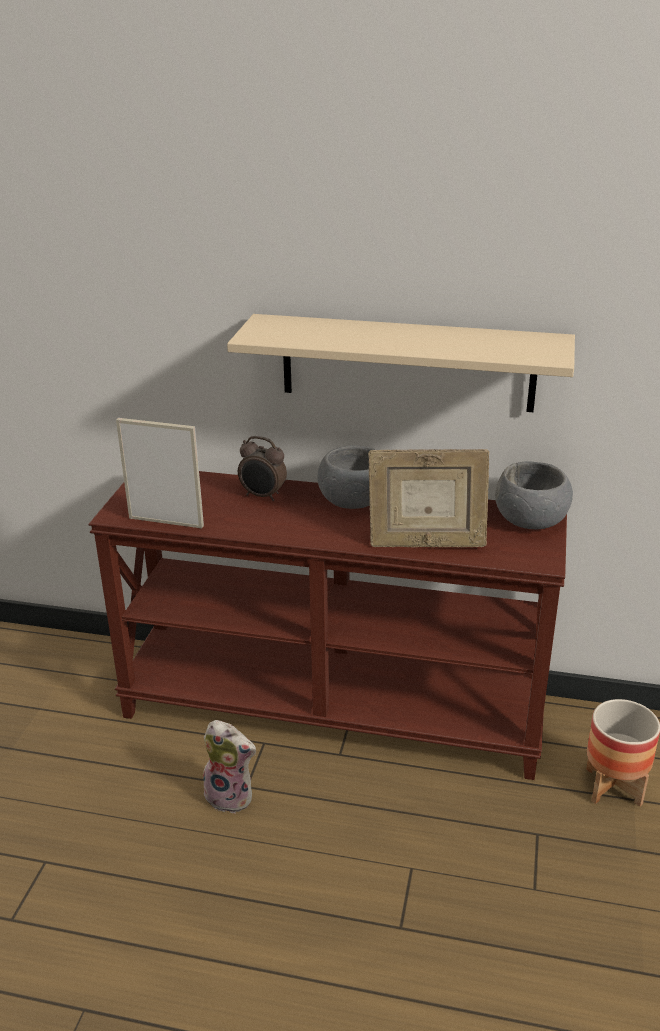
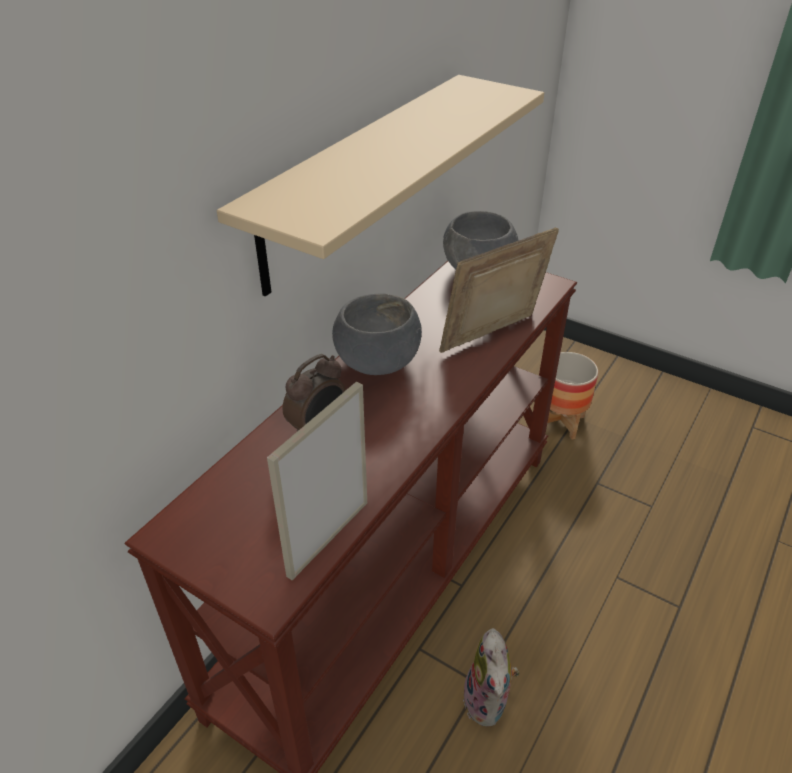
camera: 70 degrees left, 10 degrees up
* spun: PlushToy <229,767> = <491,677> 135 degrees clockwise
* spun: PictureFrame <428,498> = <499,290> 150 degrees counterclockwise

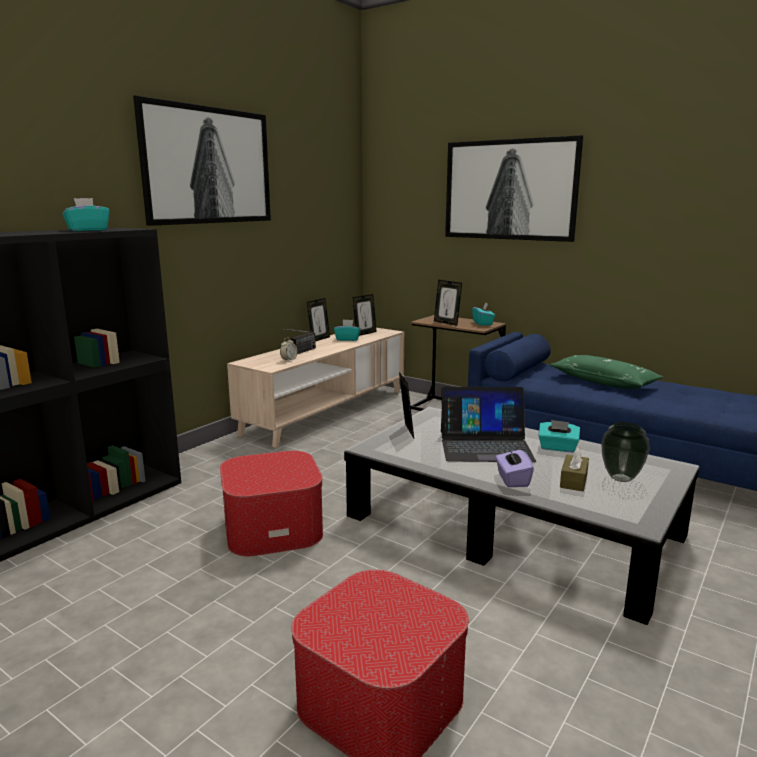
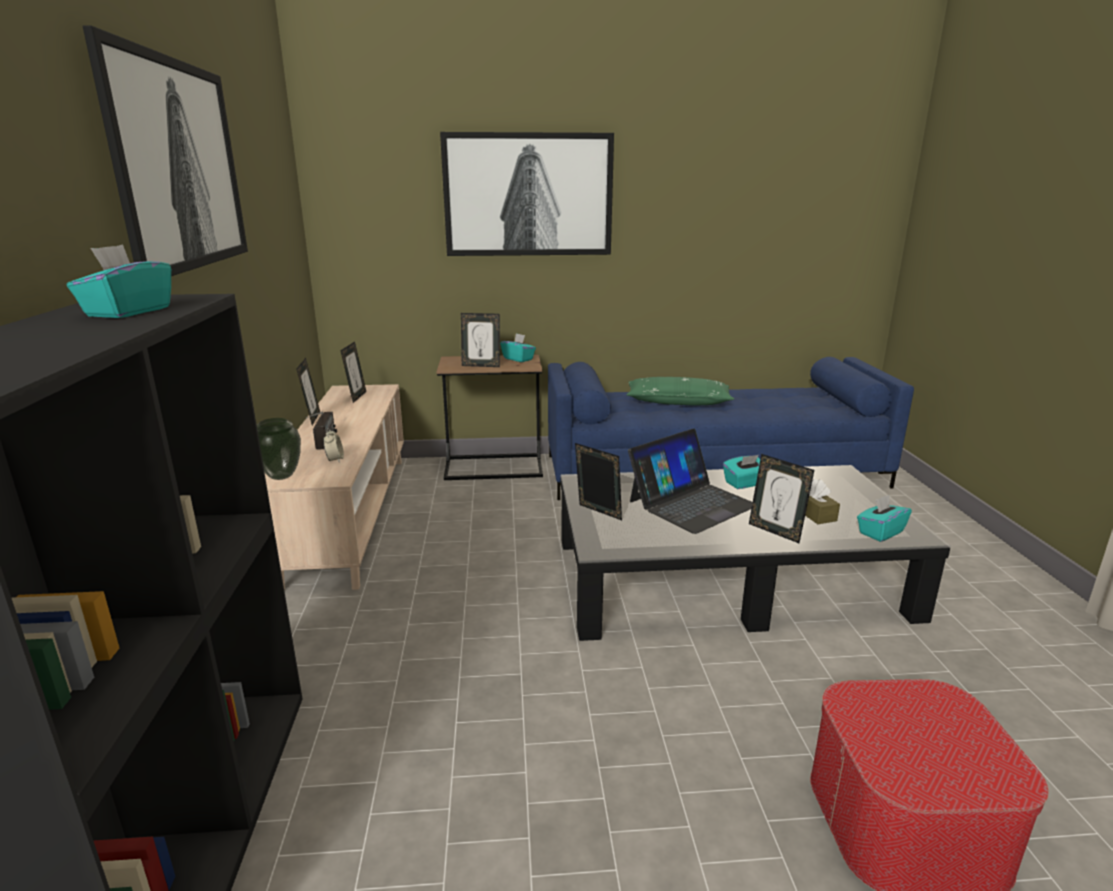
camera: 40 degrees left, 5 degrees up
* missing: Ottoman <271,503>
* relocated: TurquoiseTissueBox <347,330> to <884,518>
* relocated: Vase <625,452> to <279,449>
* exchanged: PurpleTissueBox <515,467> to PictureFrame <781,498>

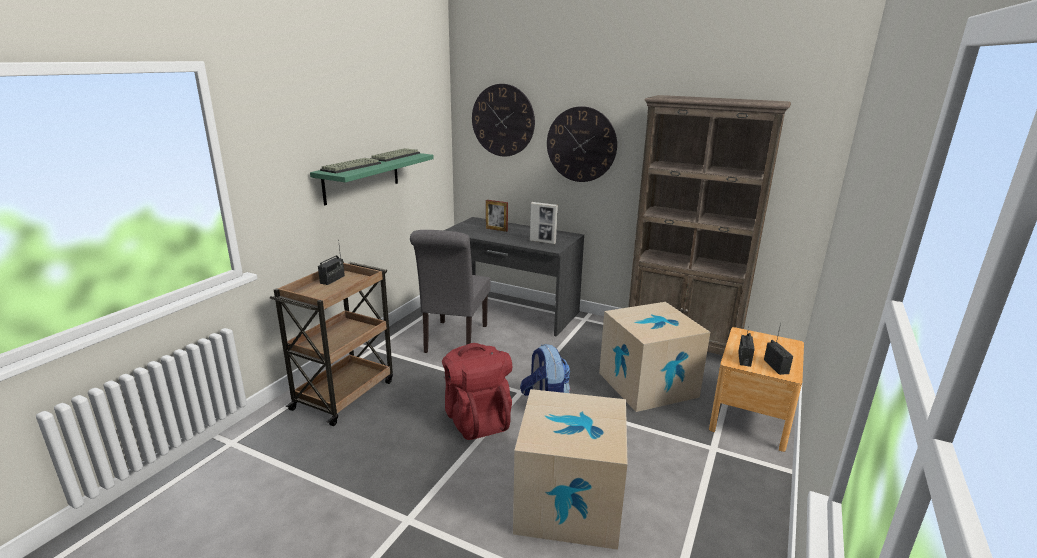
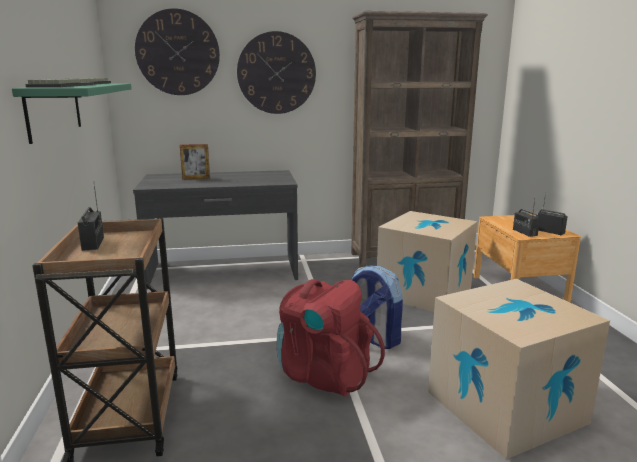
camera: 35 degrees left, 5 degrees down
* missing: GreyChair <450,291>
* missing: PictureFrame <544,223>

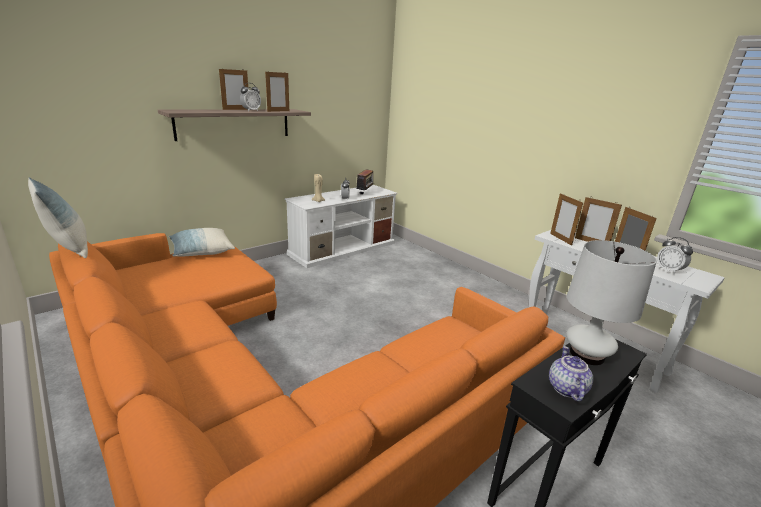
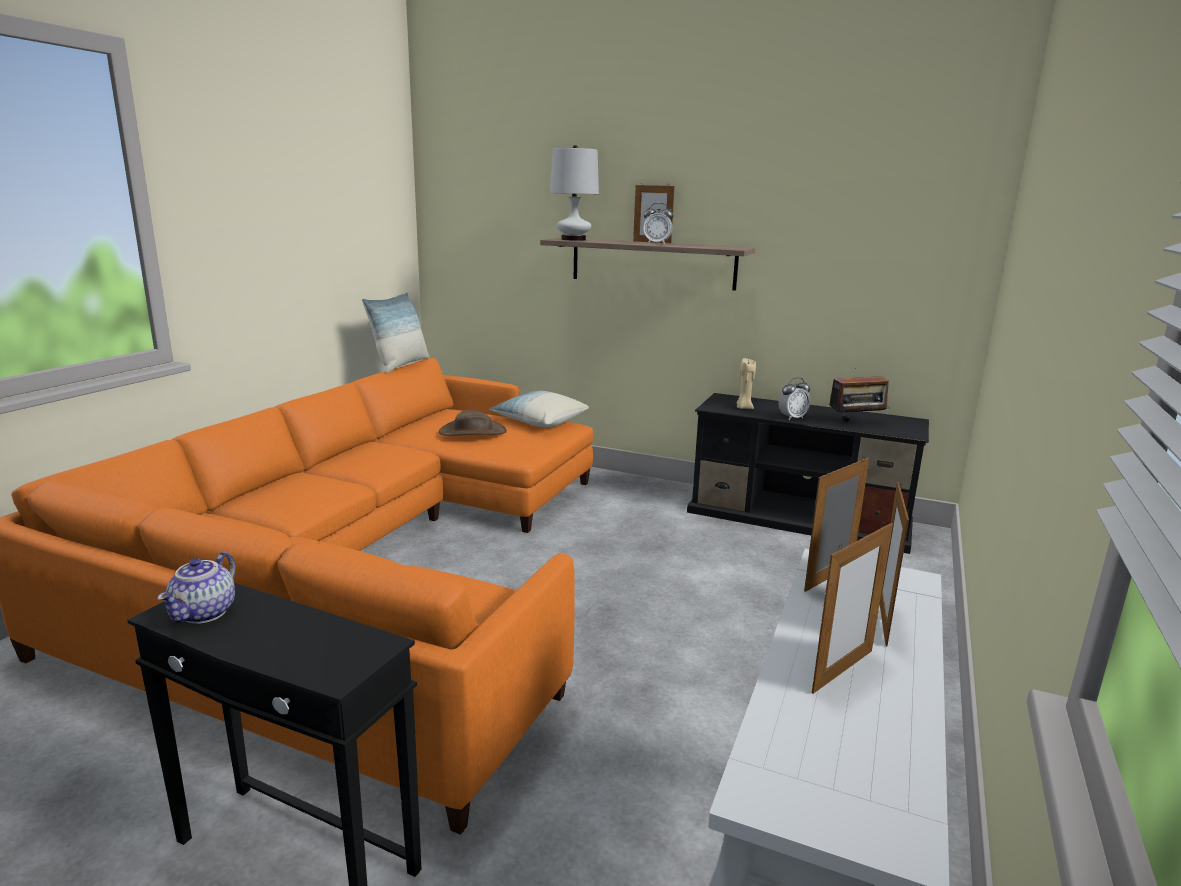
camera: 65 degrees right, 5 degrees down
* missing: PictureFrame <277,91>
* missing: AlarmClock <675,256>
* appeared: BrownHat <473,423>
* relocated: WhiteTableLamp <611,302> to <574,193>
* colour: WhiteTvStand <341,226> to BlackTvStand <808,473>
* spun: Teapot <571,374> = <196,588> 120 degrees clockwise

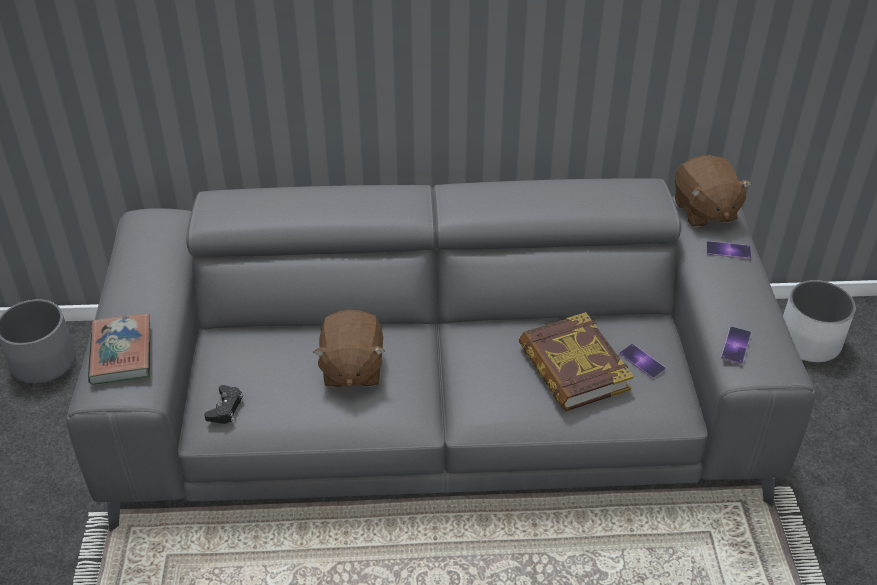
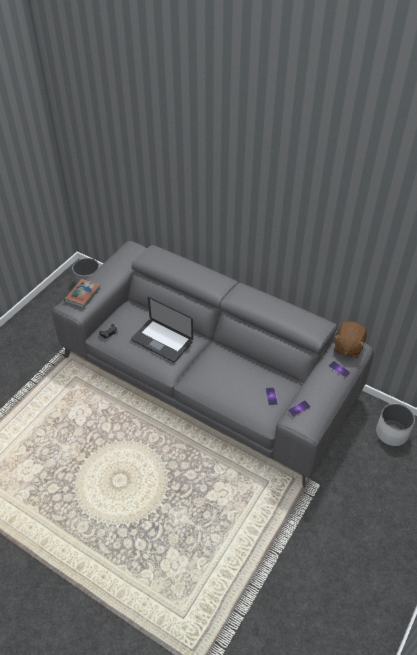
camera: 35 degrees right, 5 degrees up
* missing: Book <576,361>
* exchanged: BrownPlushToy <349,349> to Laptop <162,329>

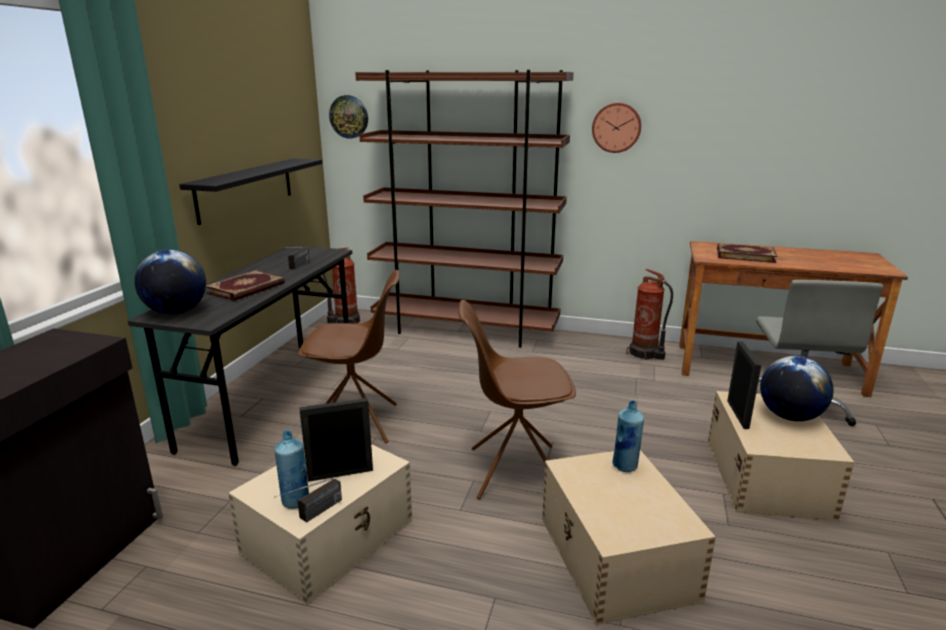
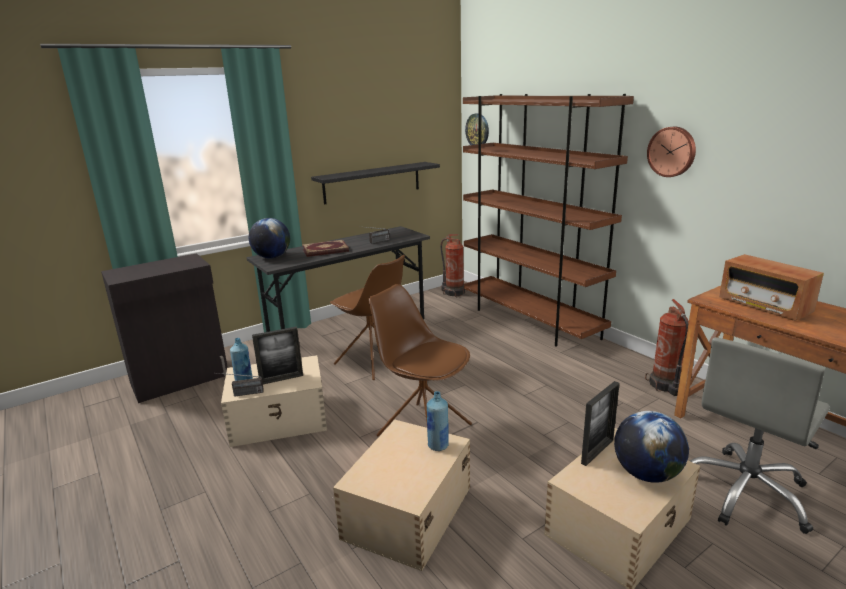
camera: 40 degrees right, 0 degrees up
* exchanged: Book <747,253> to Radio <771,287>
* spun: PictureFrame <336,440> = <277,355> 135 degrees clockwise

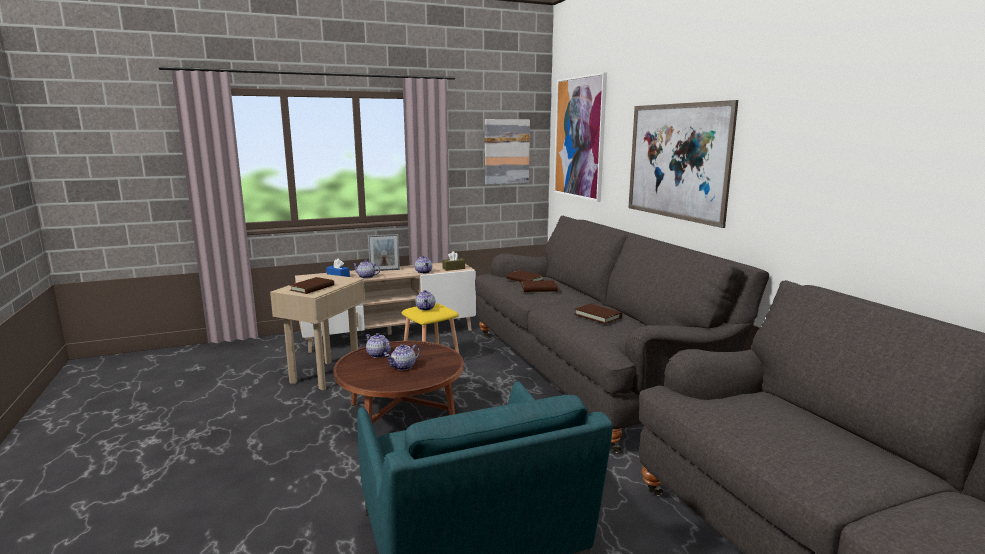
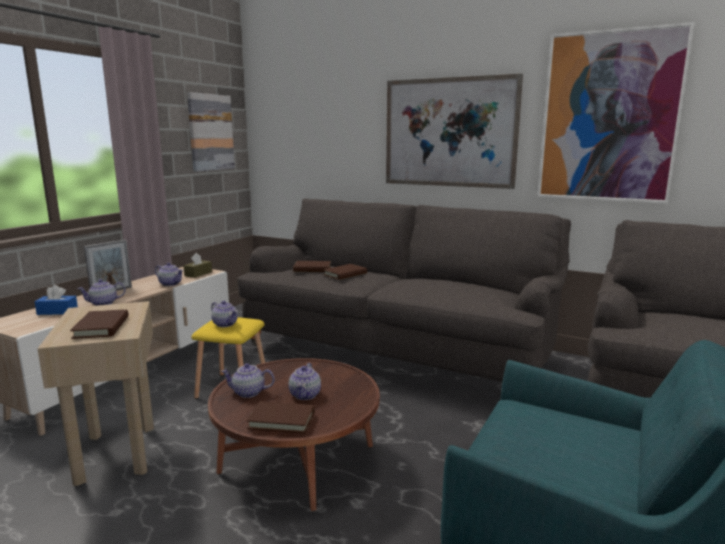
camera: 40 degrees left, 0 degrees up
* relocated: Picture <580,137> to <616,113>
* relocated: BrownBook <598,314> to <280,417>

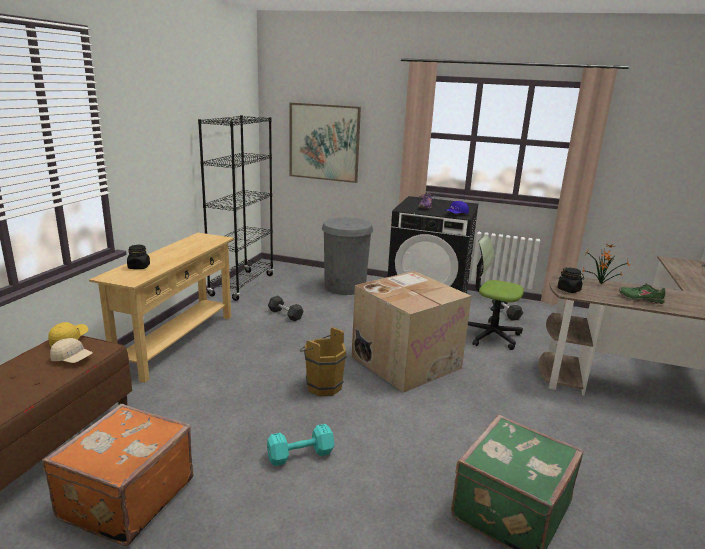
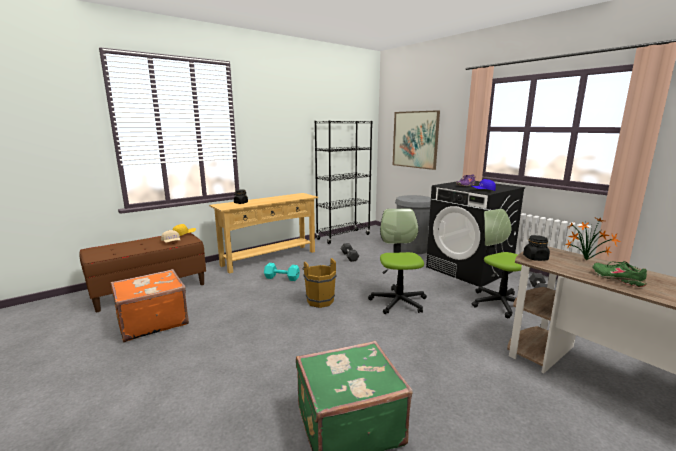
camera: 35 degrees right, 5 degrees down
* relocated: TurquoiseDumbbell <301,445> to <282,272>
* exchanged: CardboardBox <411,332> to OfficeChair <397,261>

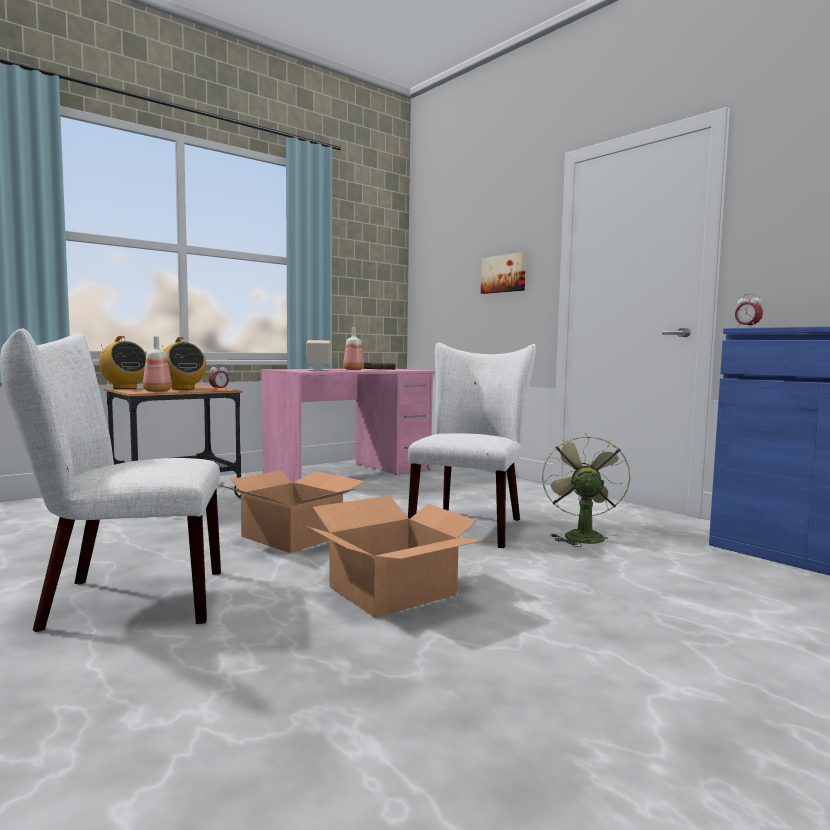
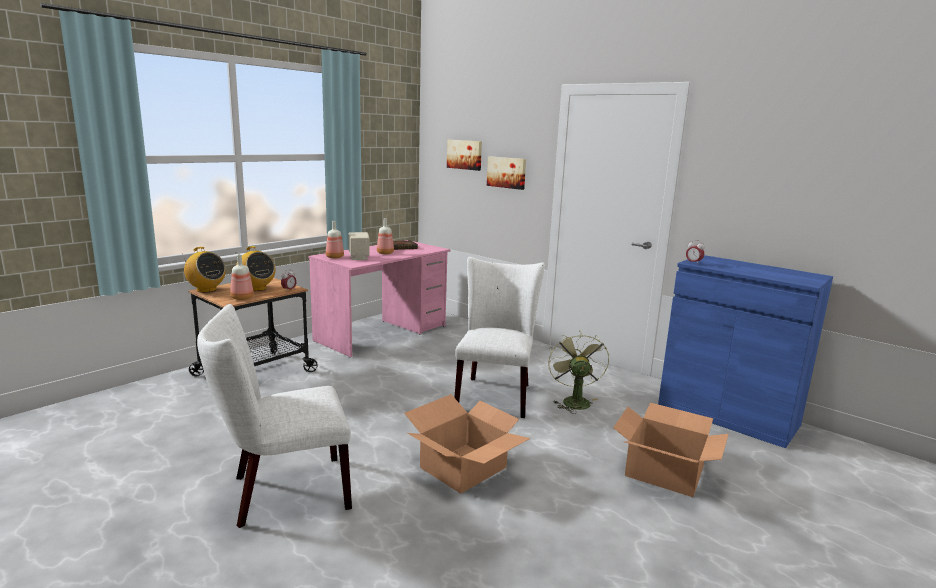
camera: 10 degrees left, 10 degrees up
* appeared: Bottle <335,239>
* appeared: Picture <464,155>
* relocated: CardboardBox <291,511> to <671,450>

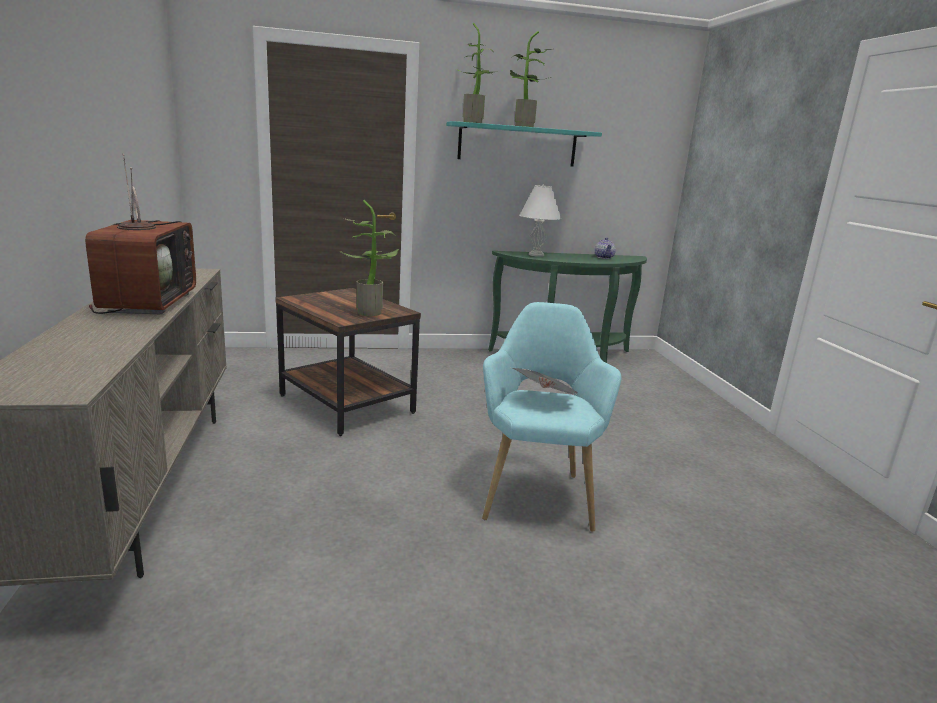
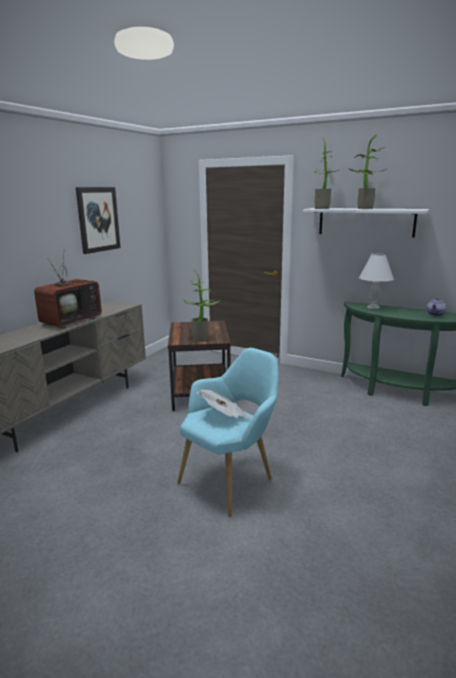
camera: 40 degrees right, 0 degrees up
* appeared: Picture <98,220>
* colour: TurquoiseShelf <524,144> to WhiteShelf <366,222>

